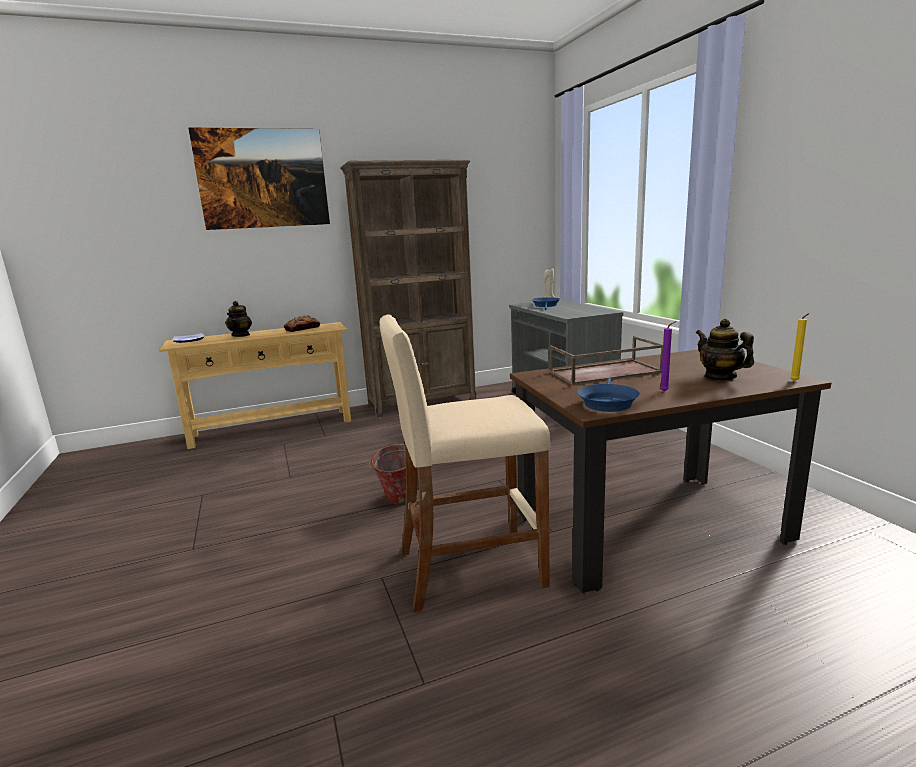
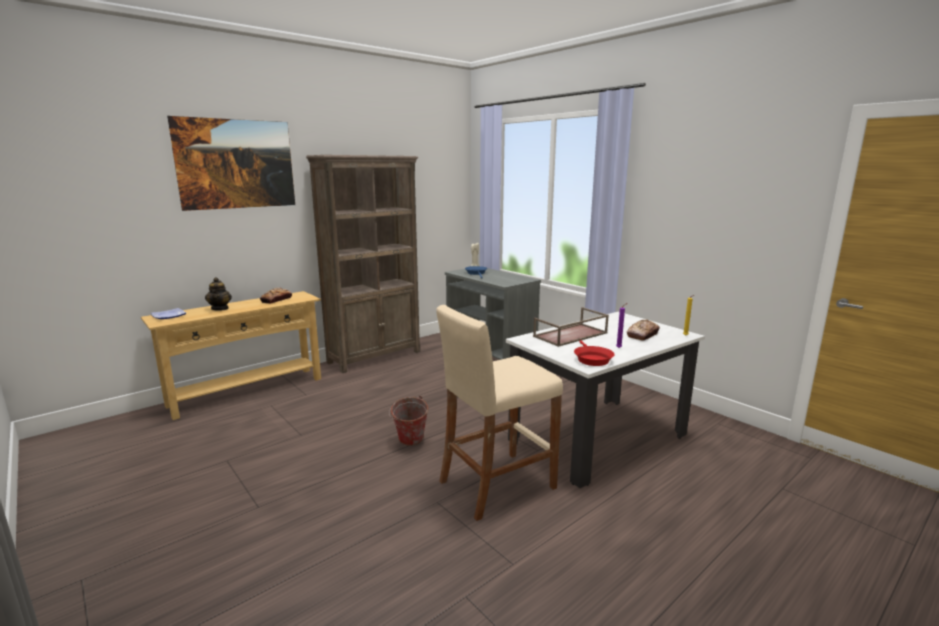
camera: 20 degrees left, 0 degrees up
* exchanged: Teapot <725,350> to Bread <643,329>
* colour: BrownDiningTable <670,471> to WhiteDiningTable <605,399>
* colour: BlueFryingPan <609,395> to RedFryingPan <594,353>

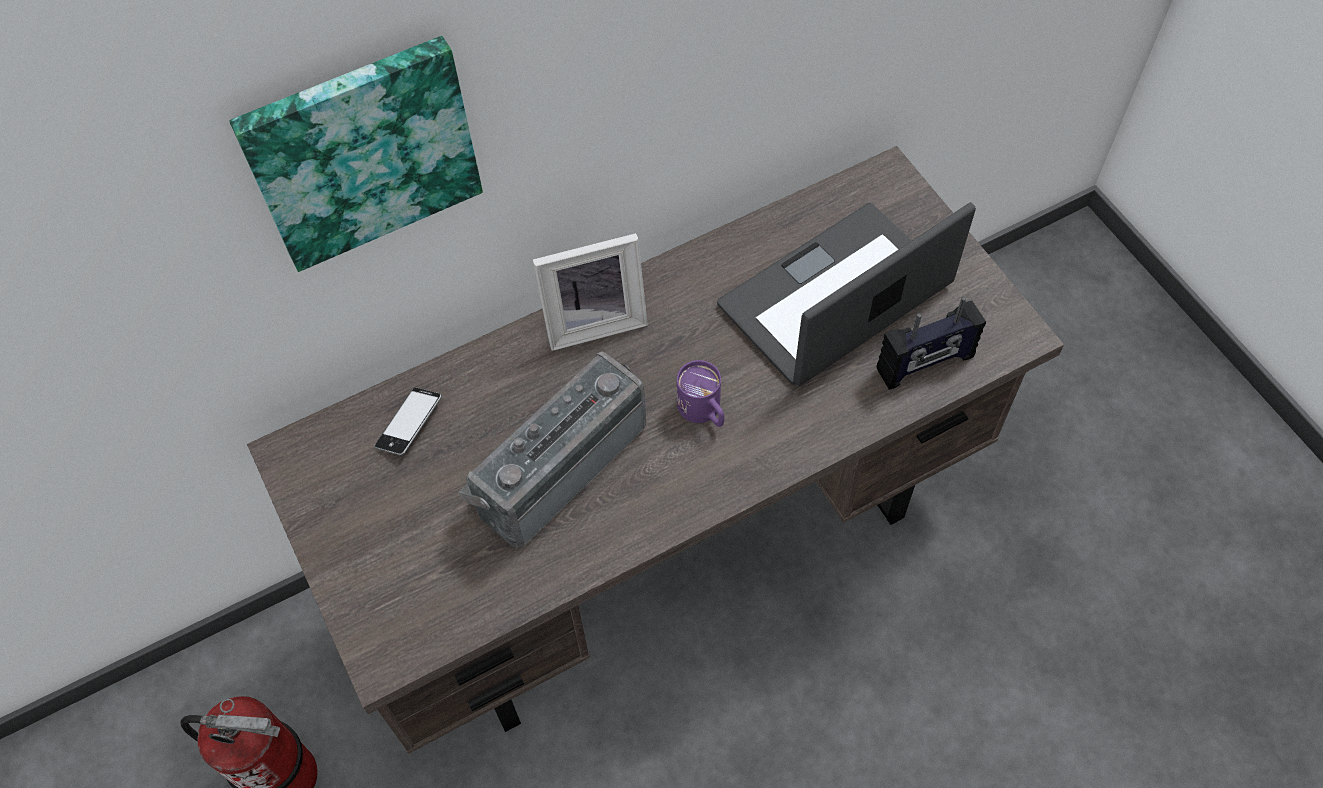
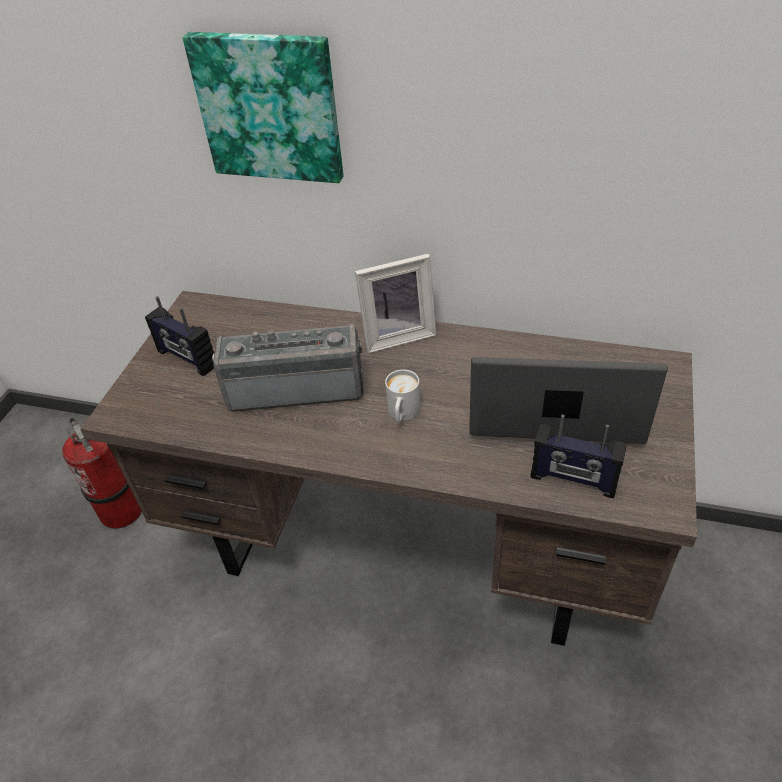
camera: 45 degrees right, 15 degrees down
* missing: Phone <408,422>
* appeared: Radio <179,336>
* colour: PurpleMug <700,393> to WhiteMug <402,396>
* spun: PictureFrame <590,292> = <395,303> 45 degrees counterclockwise

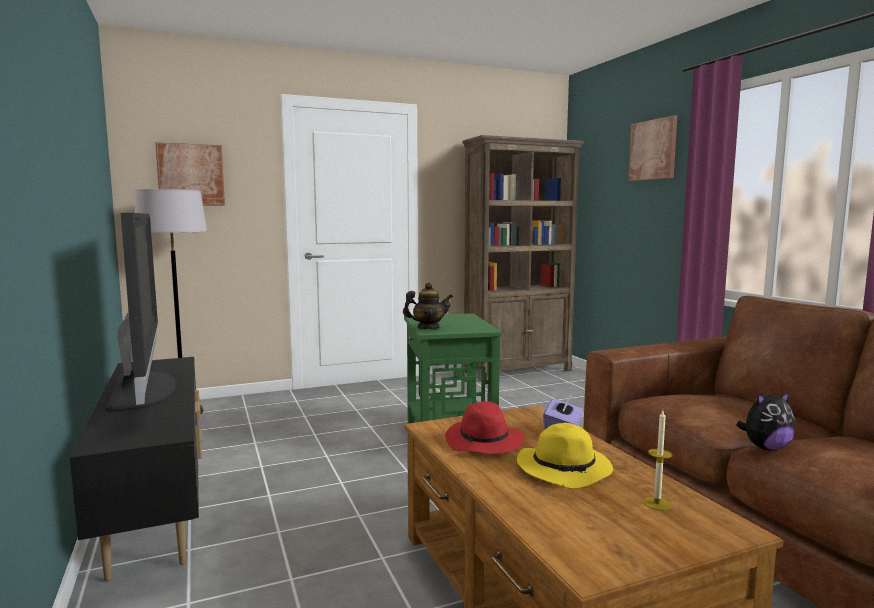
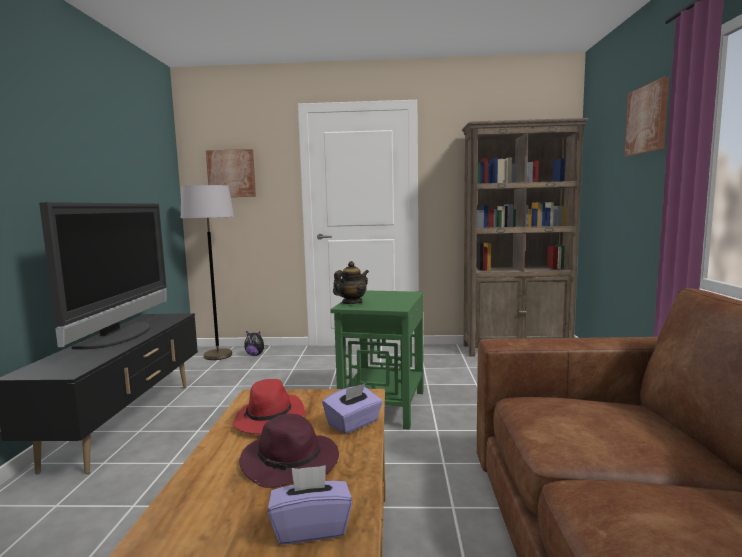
camera: 25 degrees right, 0 degrees up
* relocated: PlushToy <766,421> to <256,343>
* exchanged: Candle <657,460> to PurpleTissueBox <310,505>
* colour: YellowHat <565,456> to PurpleHat <289,451>
* spun: Teapot <428,306> = <351,282> 60 degrees counterclockwise

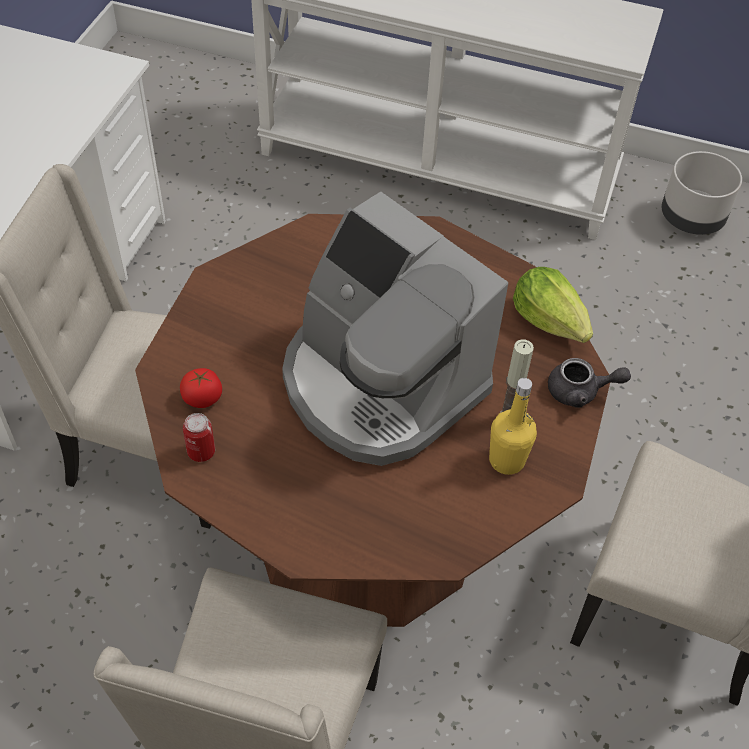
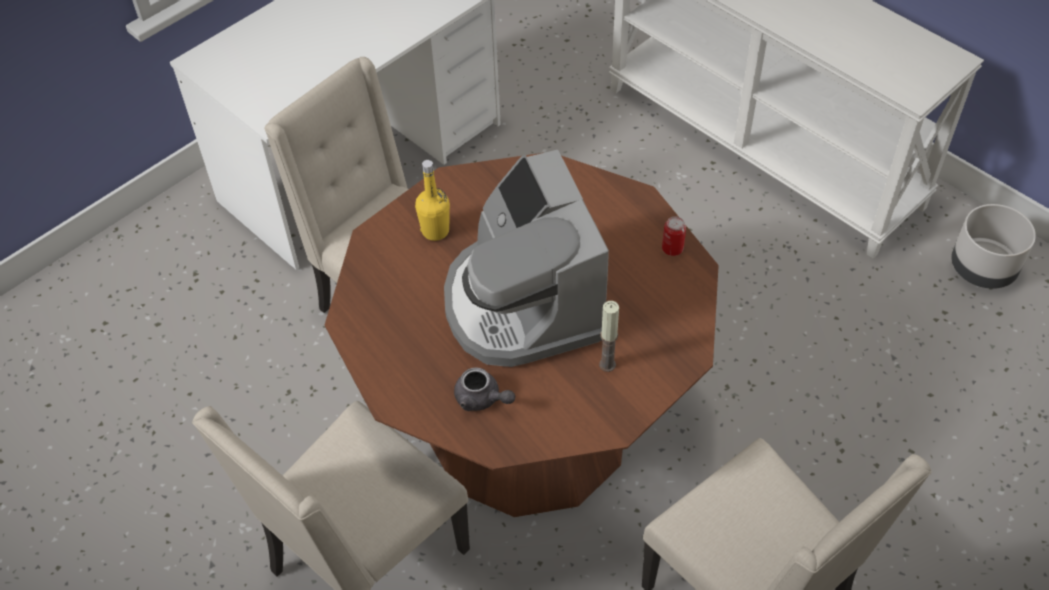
camera: 30 degrees right, 0 degrees up
* missing: Tomato <201,388>
* missing: Lettuce <553,305>
* relocated: Can <199,437> to <674,236>
* relocated: YellowBottle <513,426> to <432,200>
* relocated: GreyTeapot <589,383> to <484,389>

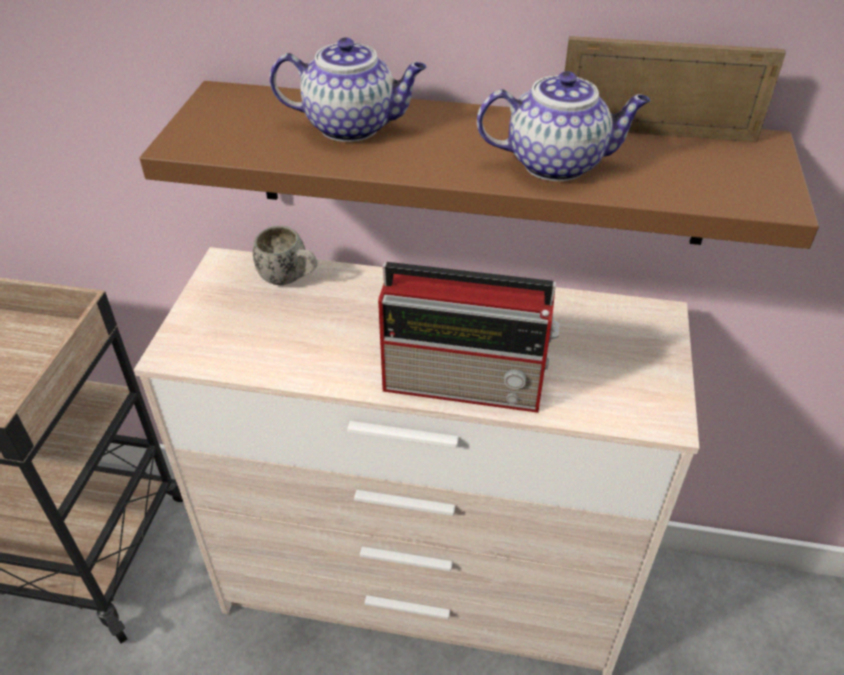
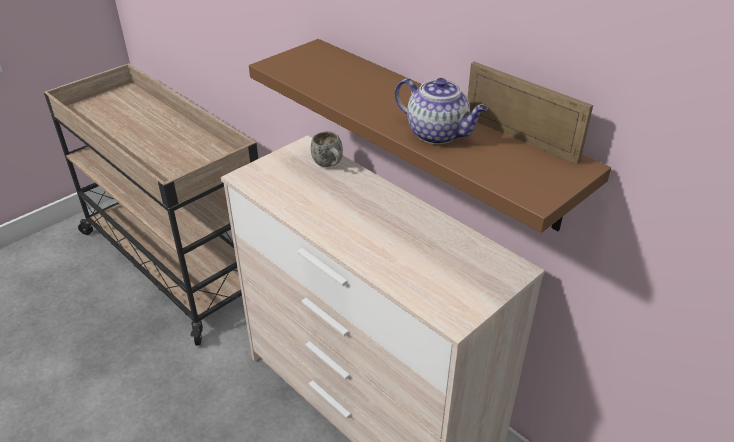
camera: 35 degrees right, 5 degrees down
* missing: Teapot <348,89>
* missing: Radio <469,337>

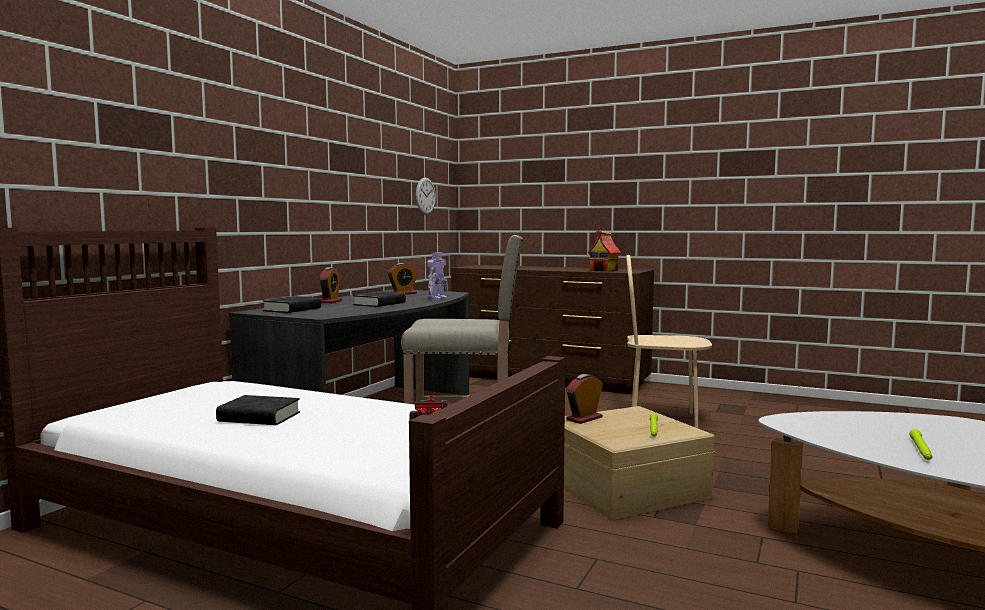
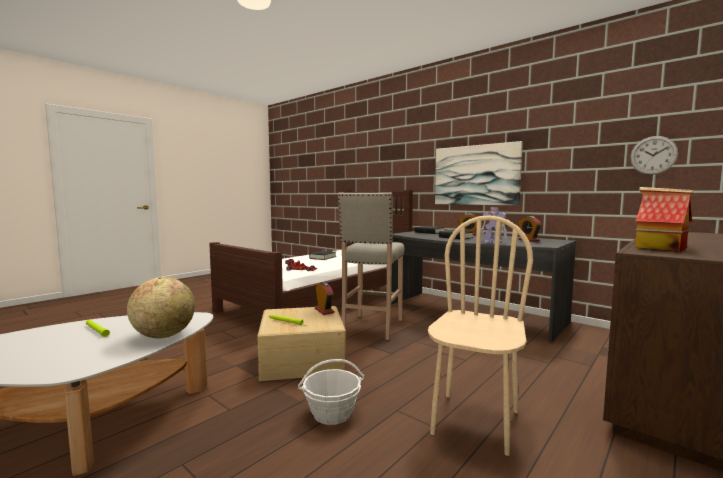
camera: 105 degrees right, 0 degrees up
* appeared: Globe <161,307>
* appeared: Basket <331,392>
* appeared: Picture <479,173>

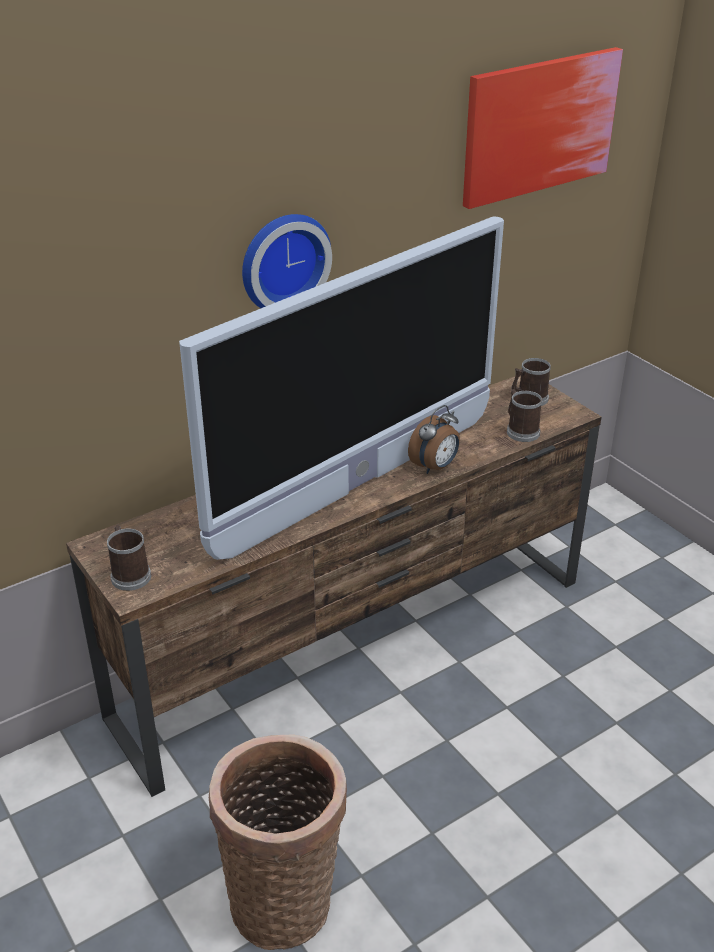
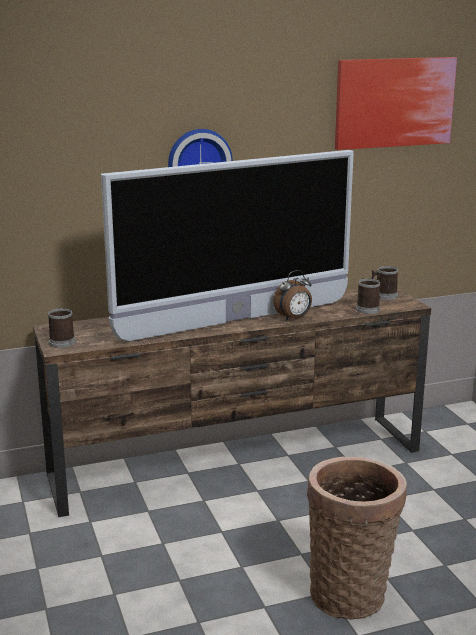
camera: 15 degrees right, 15 degrees down
* relocated: Basket <278,842> to <357,538>

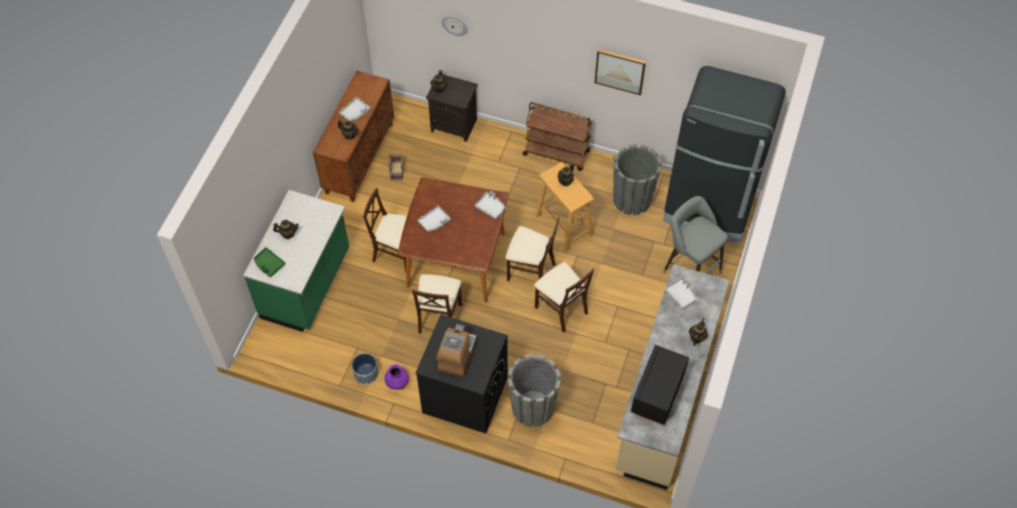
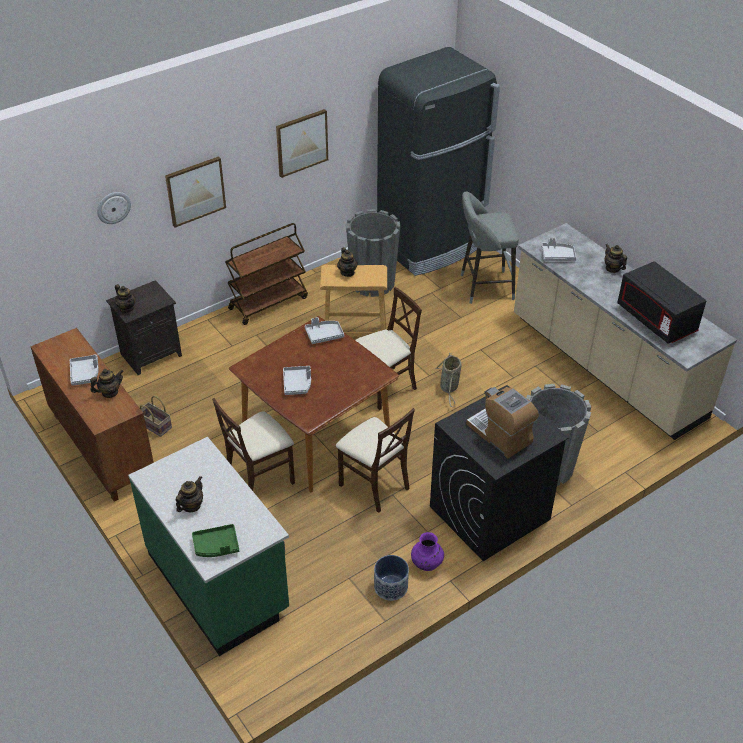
camera: 55 degrees left, 15 degrees down
* appeared: Picture <195,191>
* exchanged: BeigeChair <564,297> to Basket <448,380>

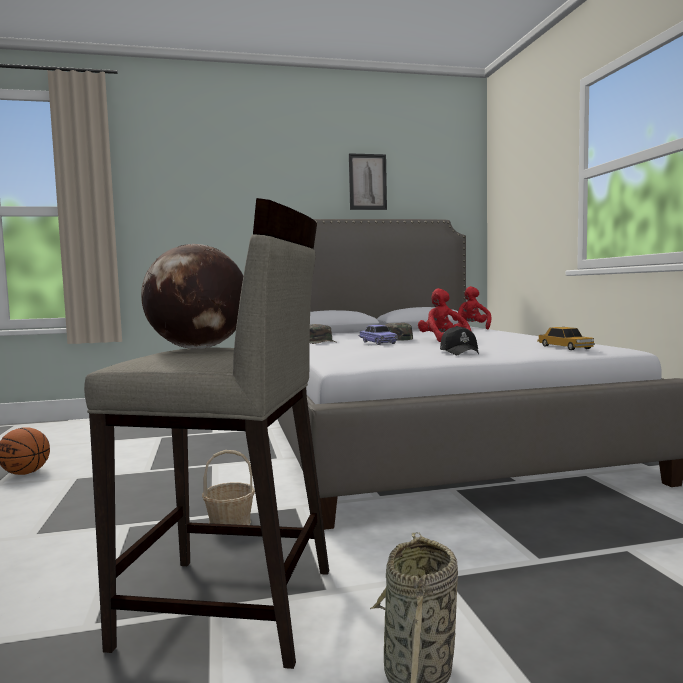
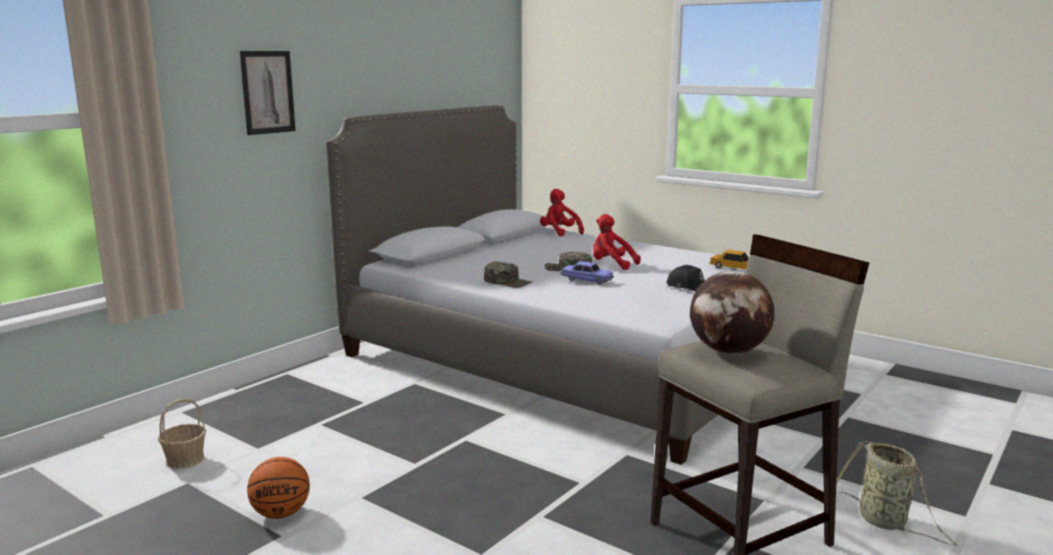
camera: 40 degrees left, 10 degrees up
* relocated: Basket <228,487> to <182,433>
* relocated: Picture <368,181> to <268,93>

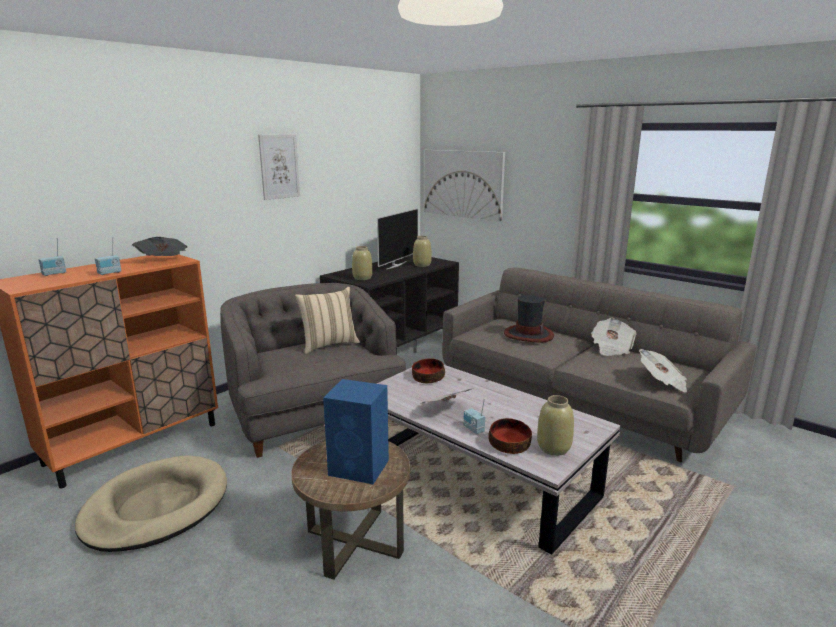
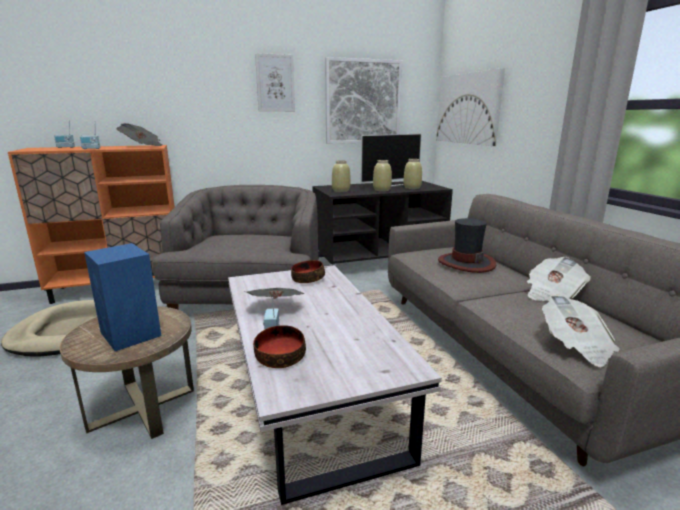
camera: 30 degrees right, 0 degrees up
* missing: BeigePillow <327,320>
* appeared: Picture <363,100>
* relocated: BeigeVase <555,425> to <382,175>

